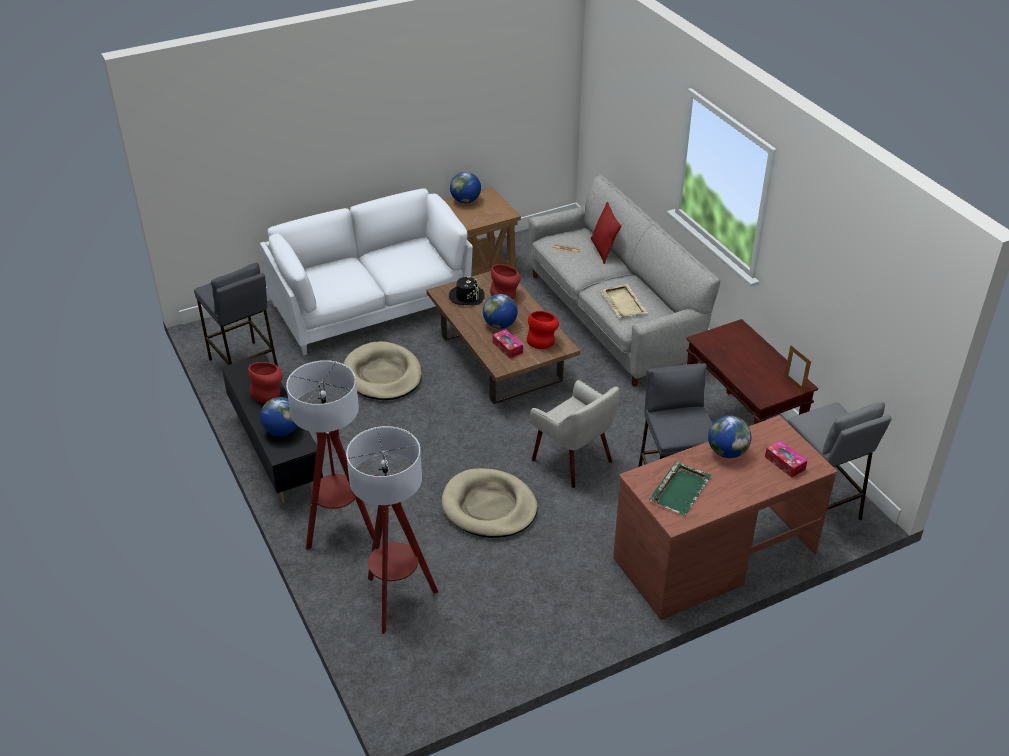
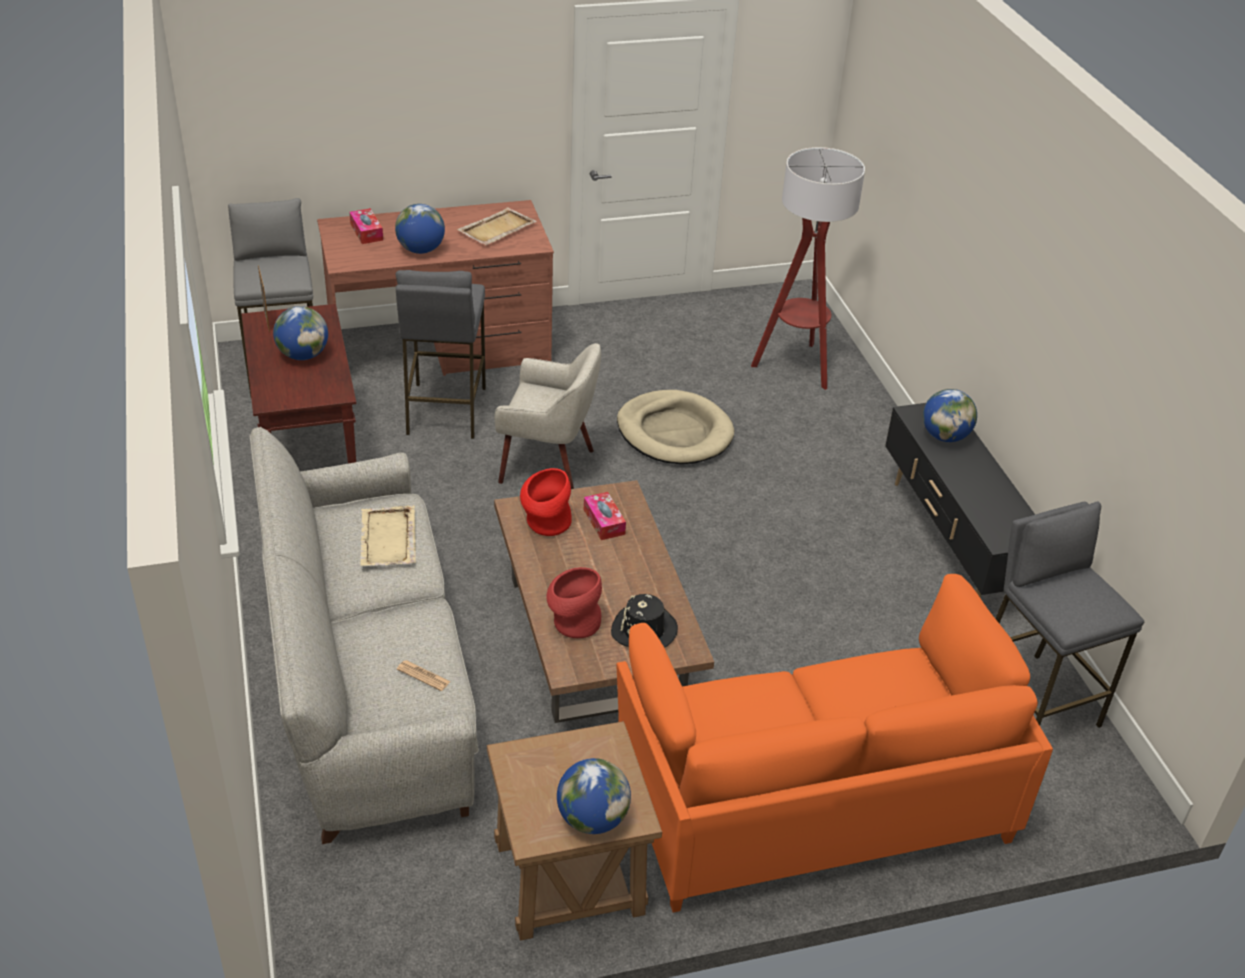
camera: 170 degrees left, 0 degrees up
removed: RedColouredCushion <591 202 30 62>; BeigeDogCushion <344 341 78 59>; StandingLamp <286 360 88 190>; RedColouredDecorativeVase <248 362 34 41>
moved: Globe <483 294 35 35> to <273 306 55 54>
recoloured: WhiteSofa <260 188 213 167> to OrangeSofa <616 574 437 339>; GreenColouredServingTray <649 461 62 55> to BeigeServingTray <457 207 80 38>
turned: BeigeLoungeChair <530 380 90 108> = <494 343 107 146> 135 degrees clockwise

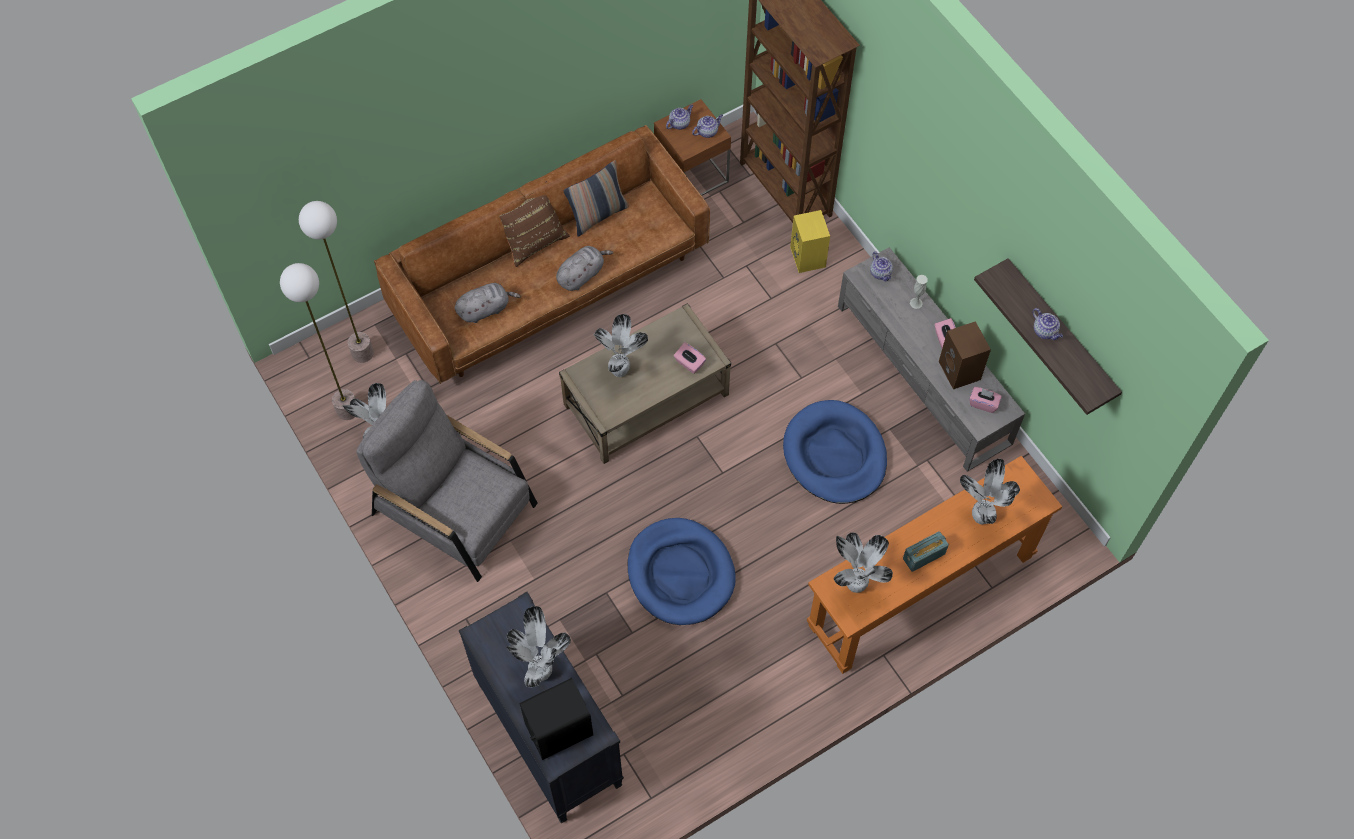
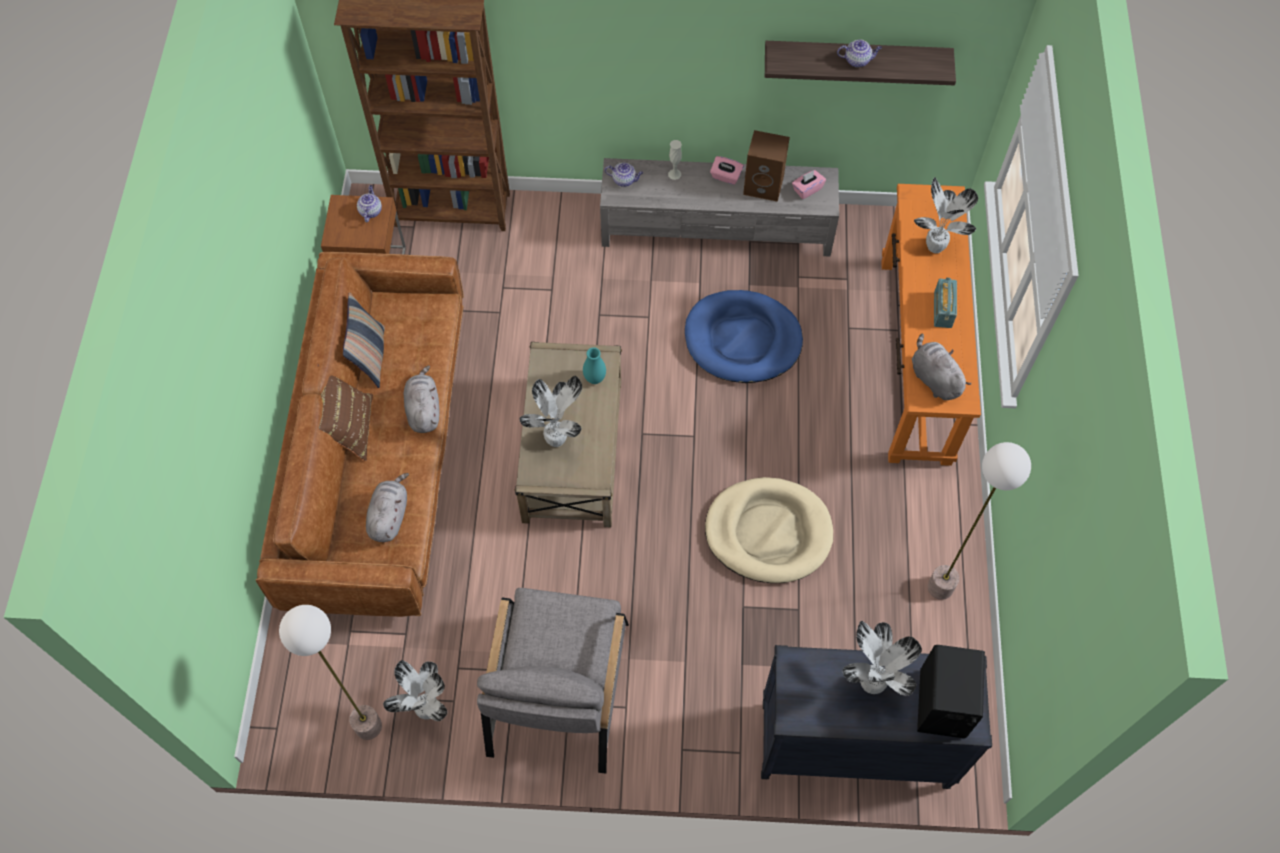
camera: 55 degrees left, 0 degrees up
removed: PotForTea <666 104 27 26>; YellowishAudioSpeaker <790 210 40 63>
moved: StandingLamp <299 201 75 162> to <928 442 103 158>
replaced: PinkBoxOfTissues <674 343 32 31> to TurquoiseColouredDecorativeVase <583 347 23 37>; Houseplant <834 532 59 61> to GreyPlushToy <912 334 59 66>
recoloured: BlueColouredDogCushion <628 518 107 107> to BeigeDogCushion <705 477 128 106>
turned: GreyLoungeChair <356 380 182 202> = <477 588 152 186> 60 degrees counterclockwise

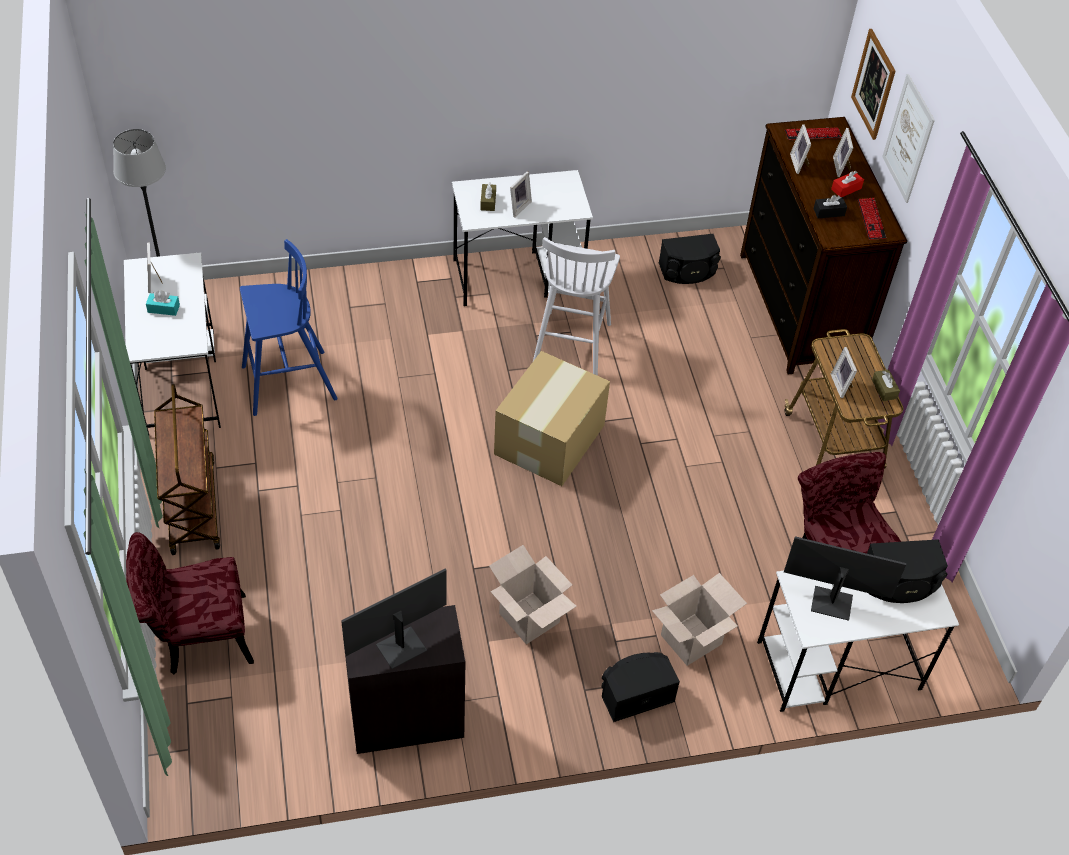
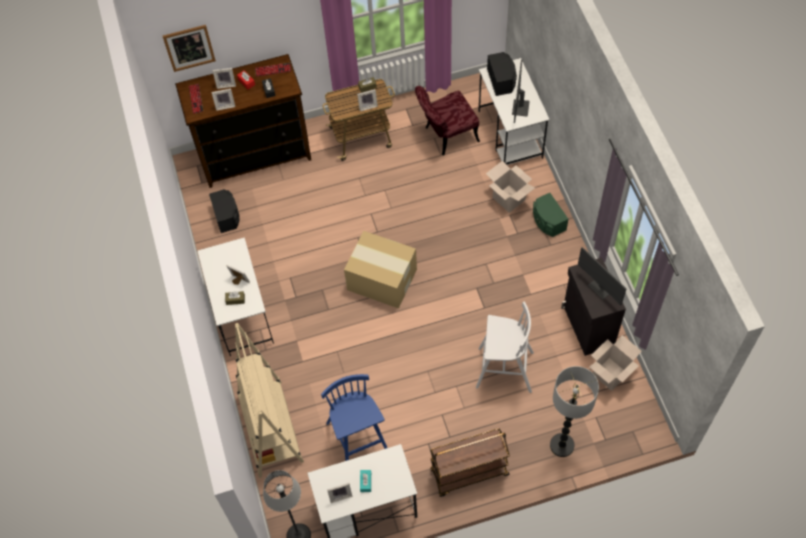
camera: 90 degrees left, 10 degrees up
removed: WallPicture <882 74 53 129>
added: BeigeBookshelf <235 323 69 155>
moved: WhiteStool <533 237 87 139> to <476 301 58 92>; CardboardBox <489 545 88 100> to <589 335 53 56>
replaced: RedColouredChair <126 532 128 142> to StandingLamp <550 366 49 91>
recoloured: BlackishAudioSpeaker <601 652 79 70> to GreenColouredAudioSpeaker <533 193 36 44>

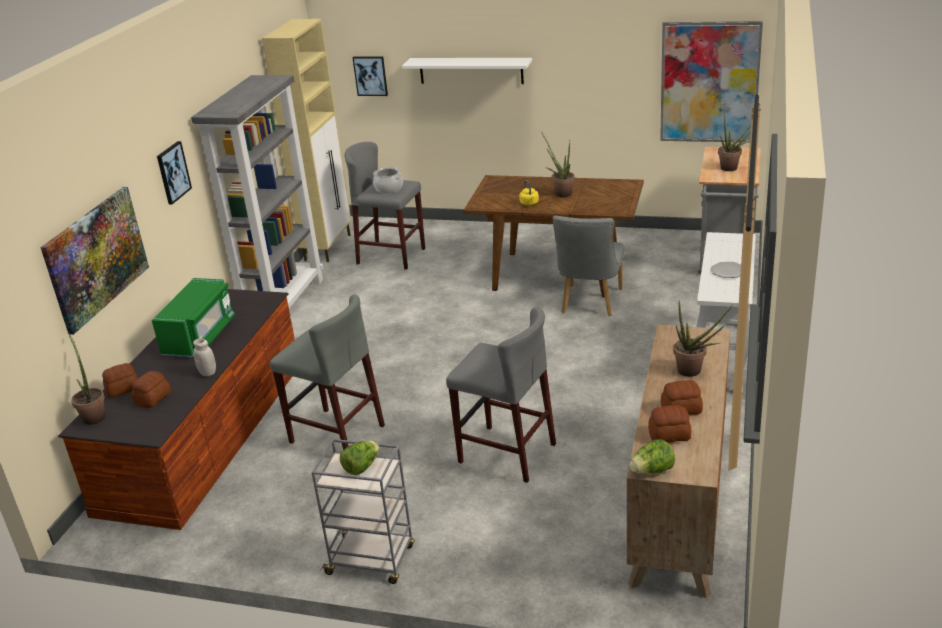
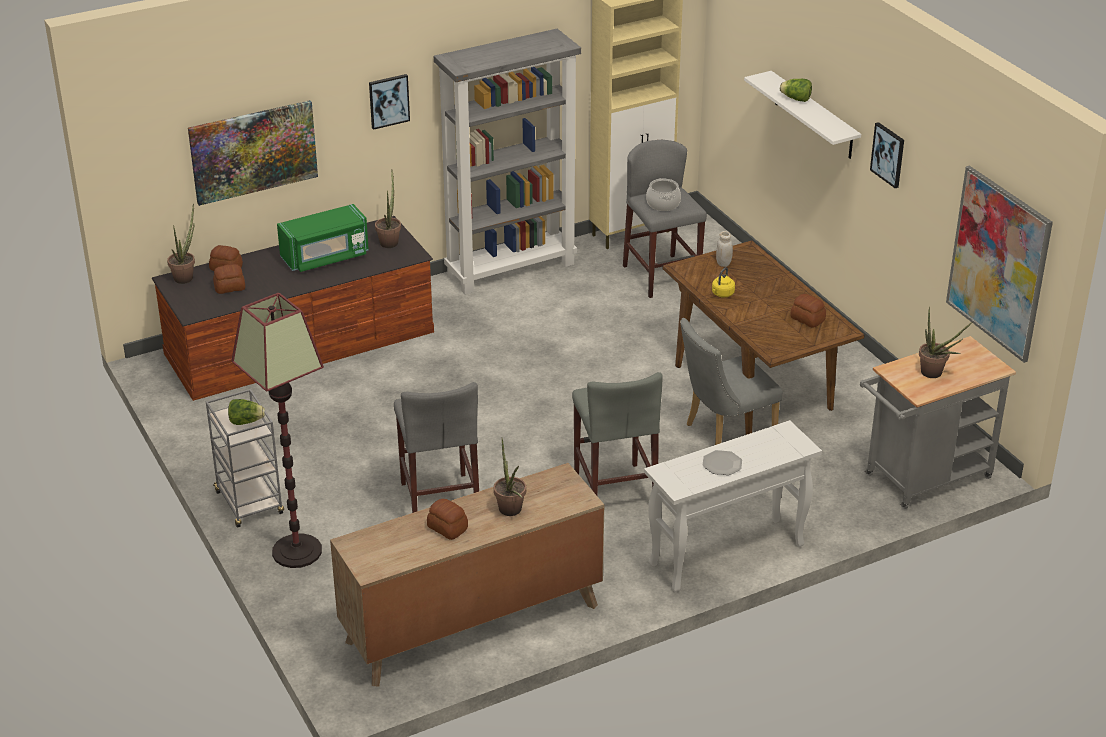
camera: 45 degrees right, 5 degrees up
added: StandingLamp <232 293 92 275>
moved: WallPicture <352 56 36 40> to <870 122 34 66>; Houseplant <542 133 33 65> to <375 170 26 78>; GreyStool <270 295 115 155> to <572 372 91 124>; WhiteStorageJar <193 339 23 37> to <716 231 17 36>; Bread <648 405 44 38> to <790 294 36 34>; LettuceHead <629 439 46 35> to <780 79 32 23>

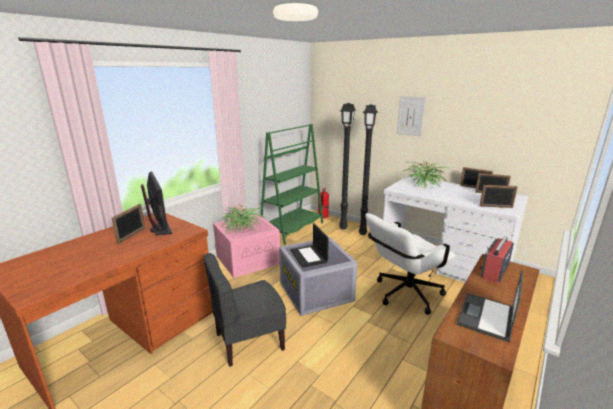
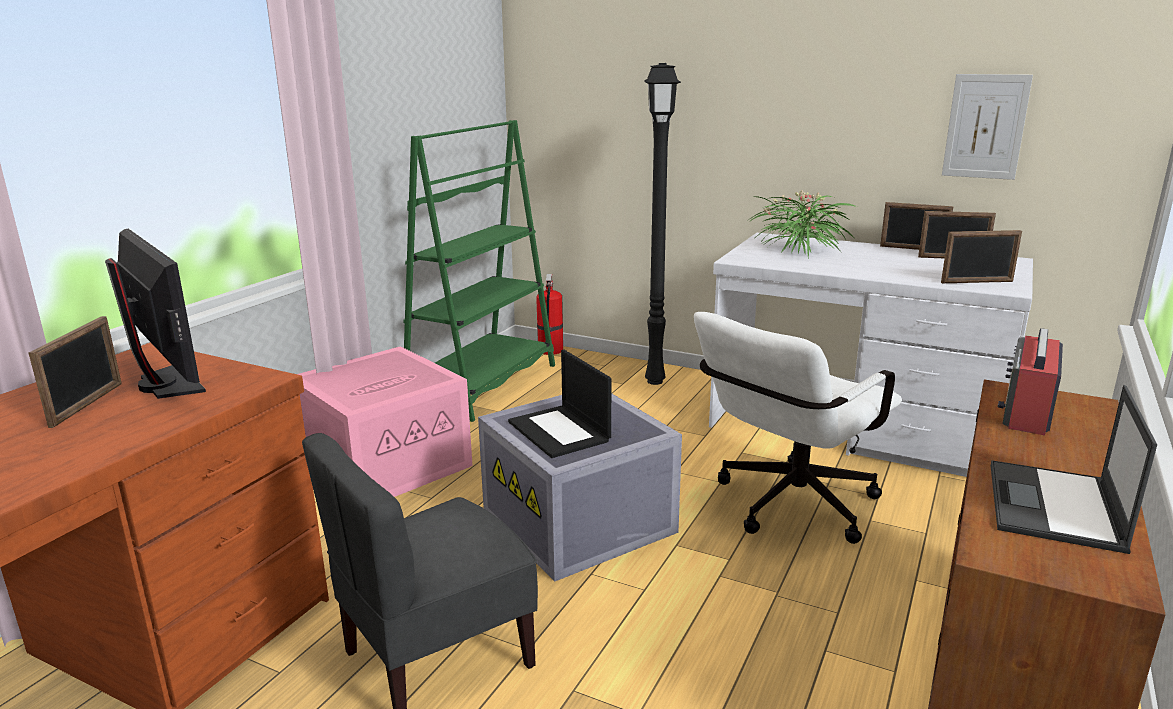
camera: 10 degrees left, 0 degrees up
removed: BlackishStandingLamp <339 103 17 127>; Houseplant <220 203 46 32>
moved: WallPicture <397 96 29 41> to <942 74 91 106>

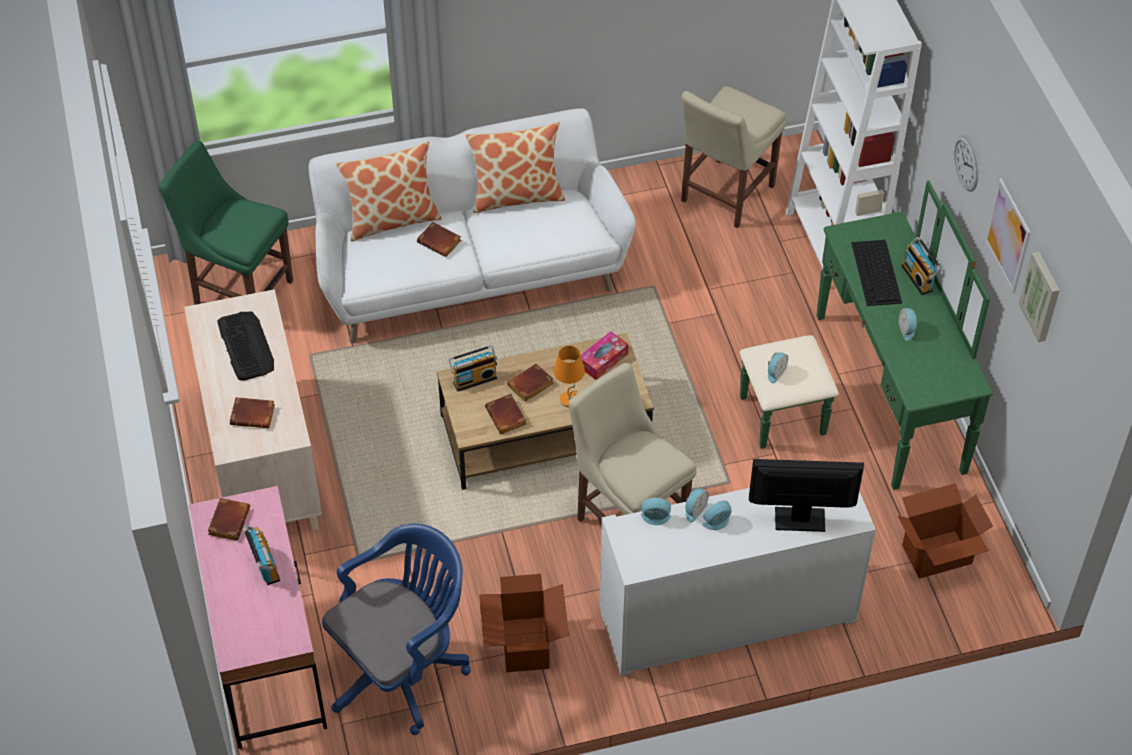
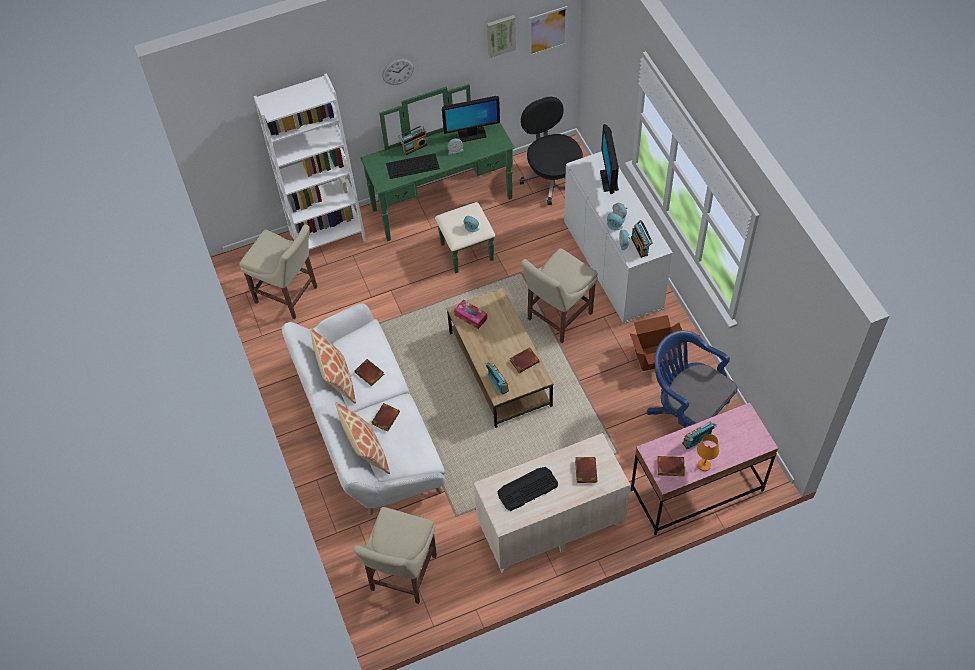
camera: 95 degrees left, 5 degrees up
added: ComputerScreen <442 96 58 46>; RadioSet <631 220 22 38>
moved: WallPicture <985 178 46 115> to <529 6 39 50>; OrangeTableLamp <554 346 31 61> to <697 434 22 37>; BrownColouredBook <507 364 47 38> to <354 359 30 27>
replaced: CardboardBox <898 483 95 96> to BlackishComputerChair <520 97 63 108>
recoloured: GreenColouredChair <159 141 134 164> to BeigeChair <353 507 84 97>

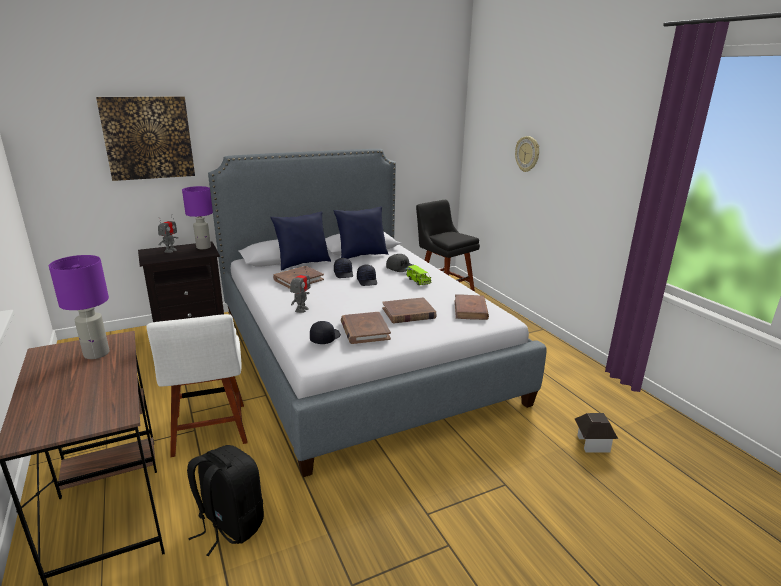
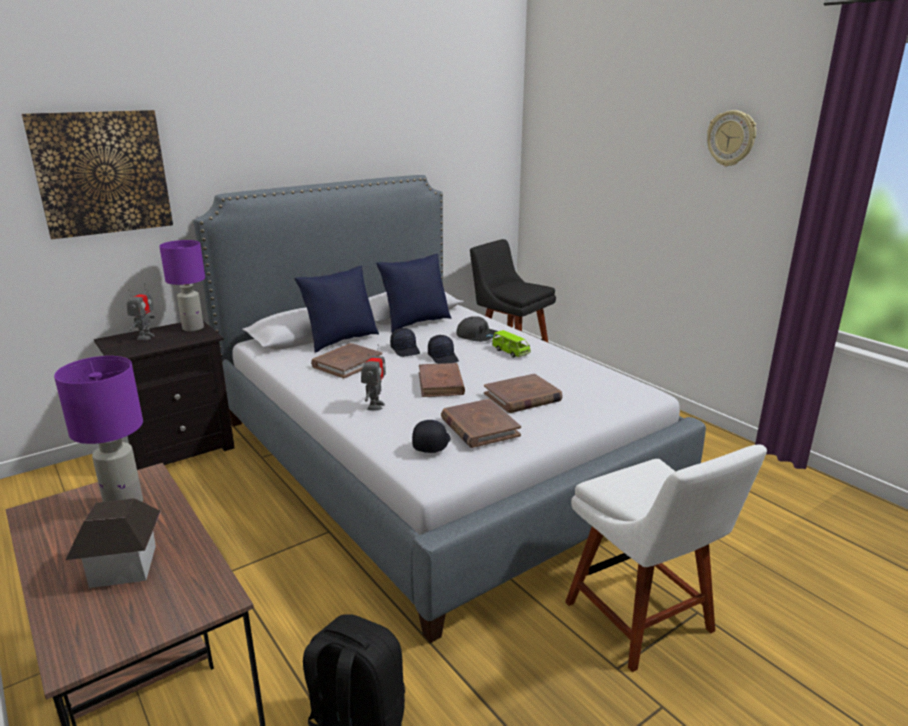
camera: 10 degrees left, 0 degrees up
moved: HangingClock <515 136 24 36> to <707 110 49 57>; BrownColouredBook <455 294 34 26> to <419 363 46 34>; WhiteChair <146 314 102 143> to <565 444 202 228>; MiniatureHouse <575 413 43 39> to <65 498 96 90>

